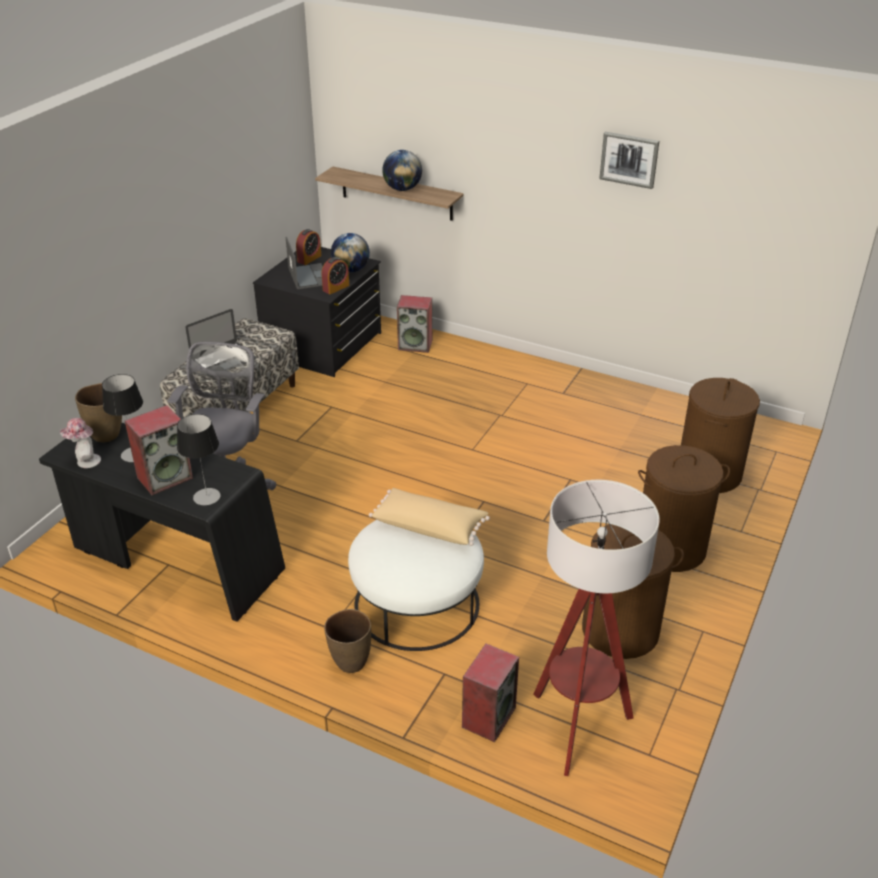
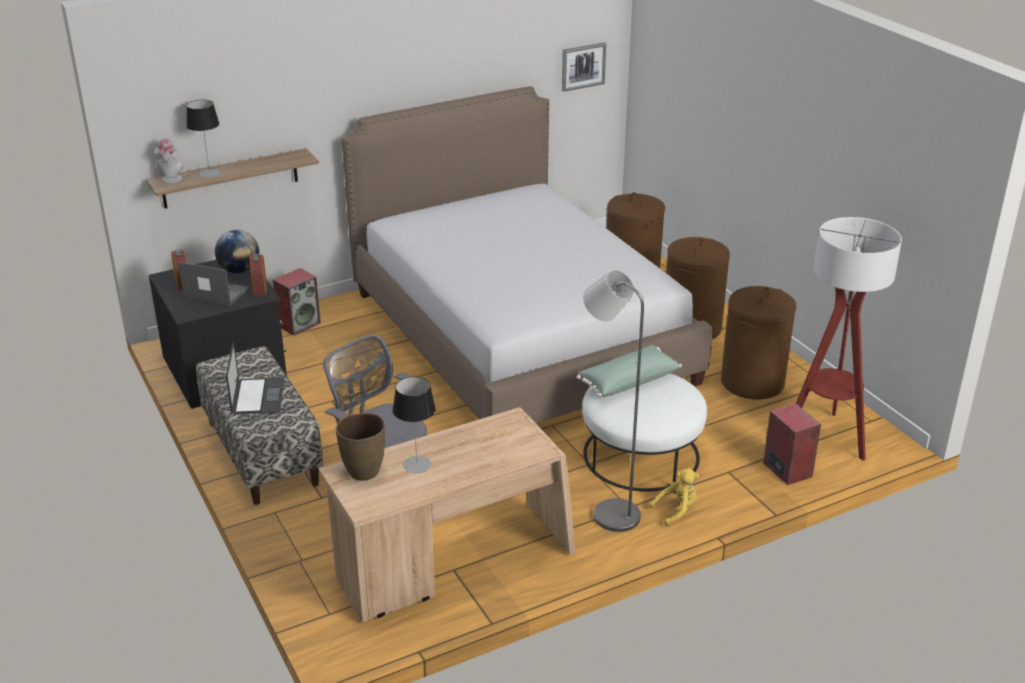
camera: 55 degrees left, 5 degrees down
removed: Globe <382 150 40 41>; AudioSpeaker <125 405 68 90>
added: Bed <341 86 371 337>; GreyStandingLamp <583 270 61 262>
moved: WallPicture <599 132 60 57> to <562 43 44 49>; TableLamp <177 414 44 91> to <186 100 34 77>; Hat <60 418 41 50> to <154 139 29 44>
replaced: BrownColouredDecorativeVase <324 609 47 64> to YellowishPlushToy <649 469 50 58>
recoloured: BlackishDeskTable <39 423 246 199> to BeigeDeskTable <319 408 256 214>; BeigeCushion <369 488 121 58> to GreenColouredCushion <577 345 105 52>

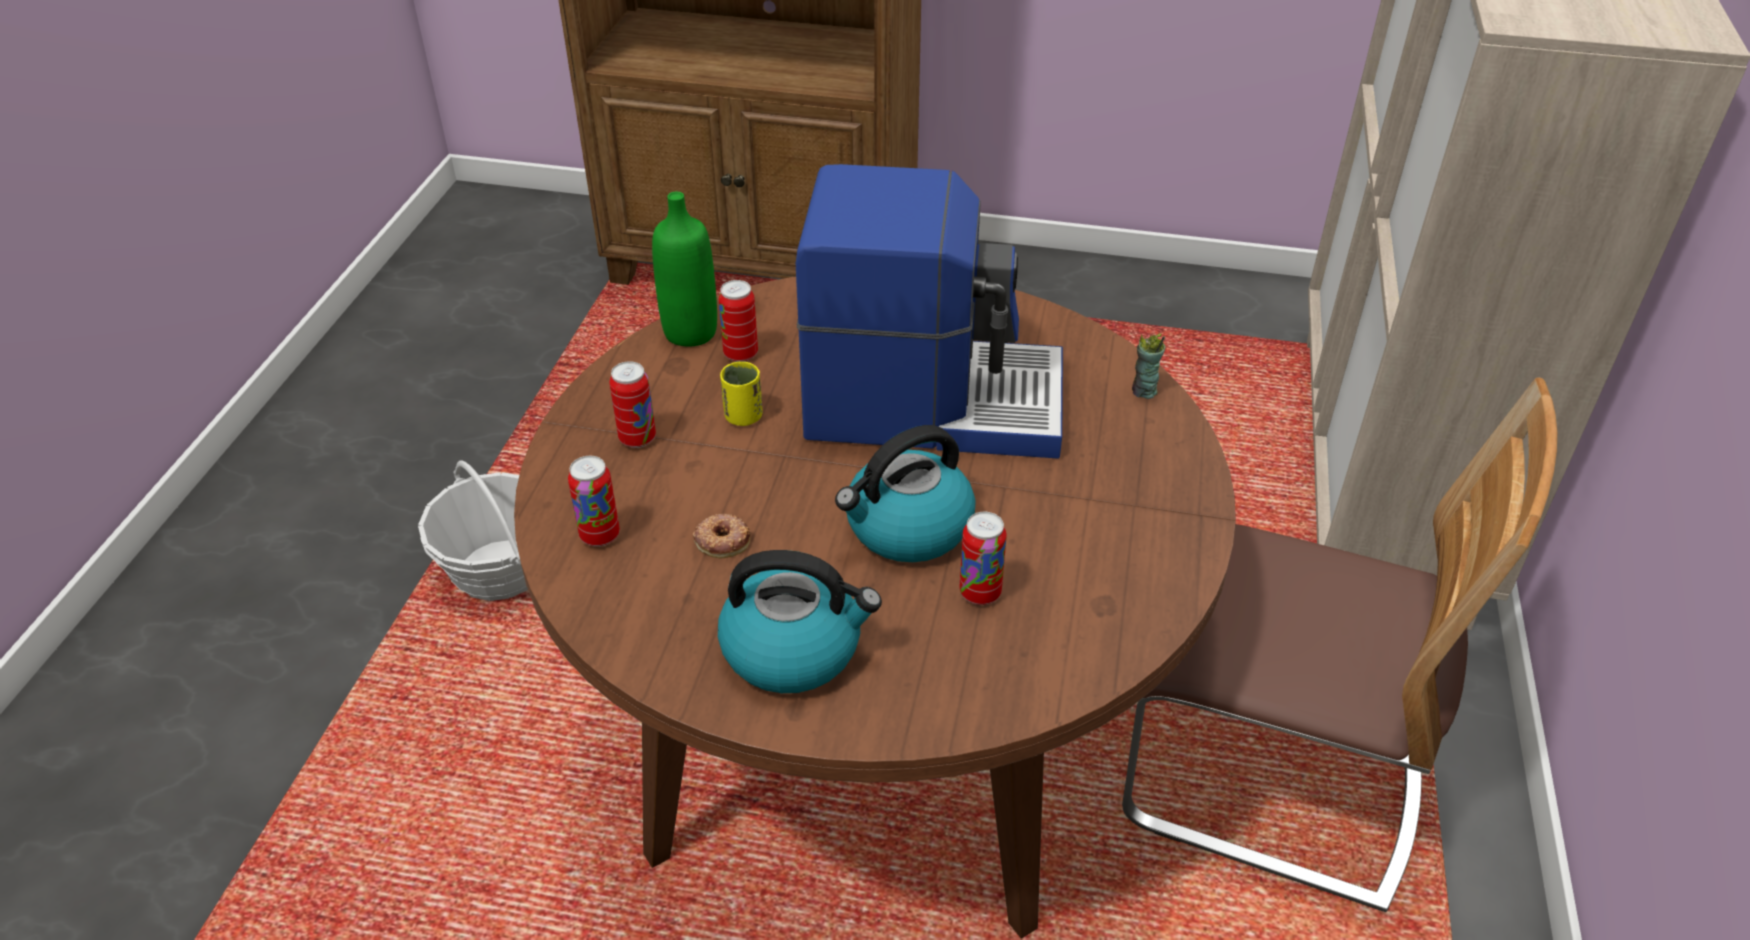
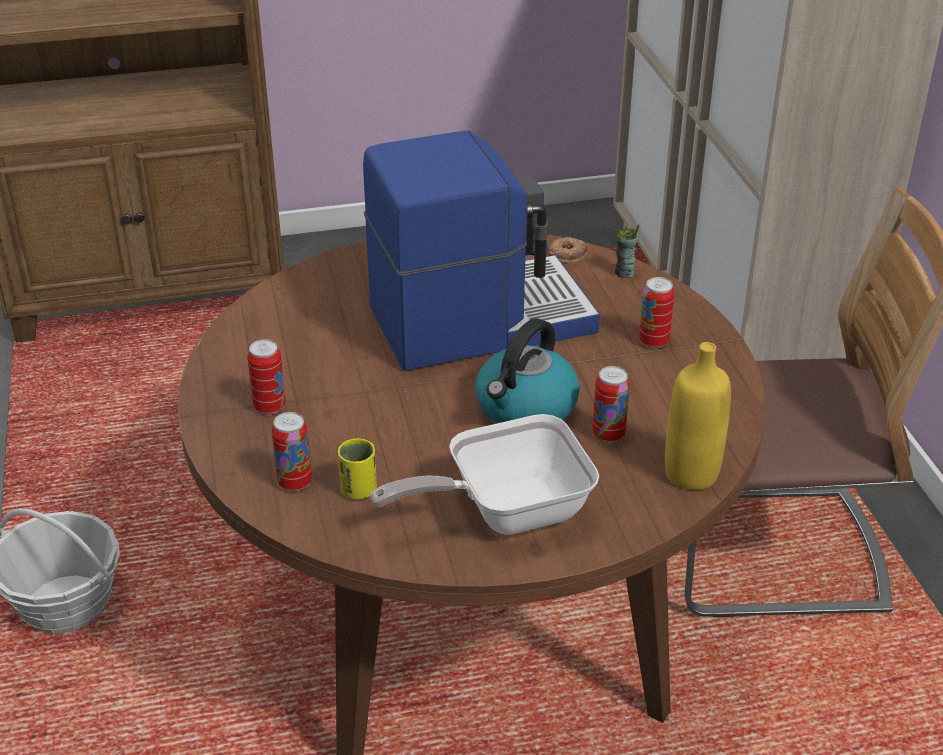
camera: 25 degrees left, 5 degrees down
removed: GreenColouredBottle <652 192 65 155>
added: YellowishBottle <665 342 66 148>
moved: SealedCan <718 280 40 82> to <639 277 35 72>; YellowishCup <720 362 43 64> to <338 438 39 61>; RingDoughnut <693 513 58 45> to <548 236 39 27>
replaced: Kettle <718 550 164 143> to FryingPan <370 414 229 121>

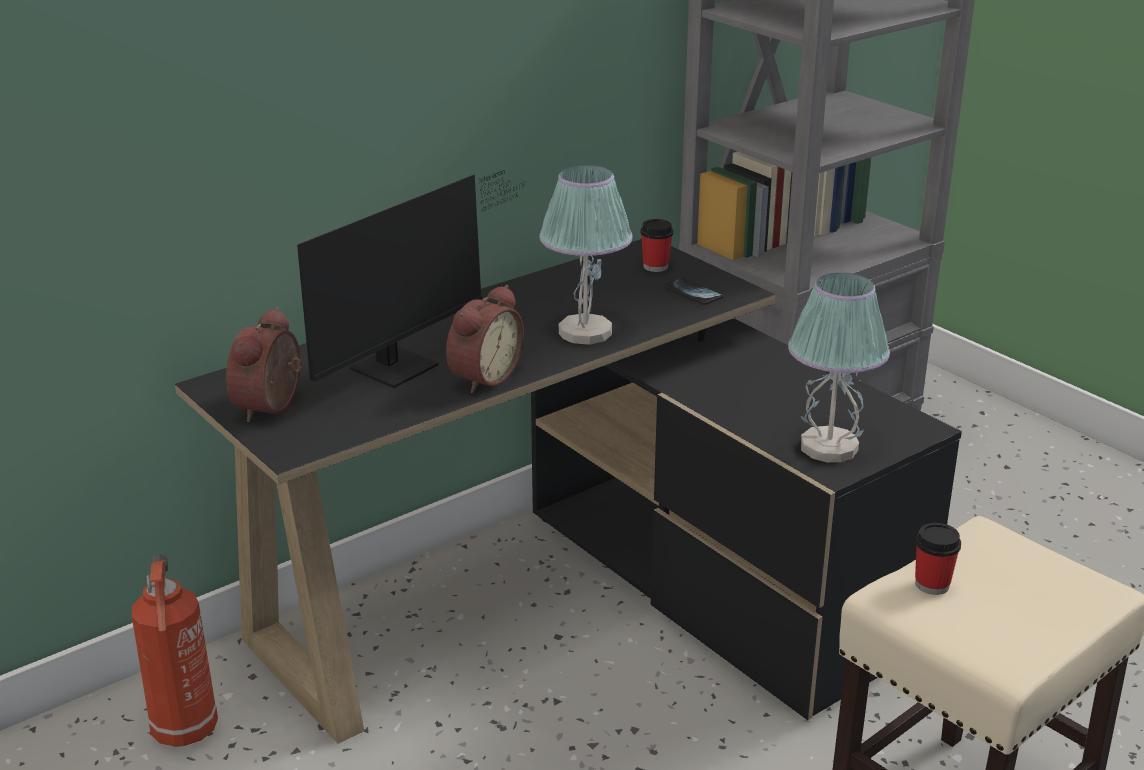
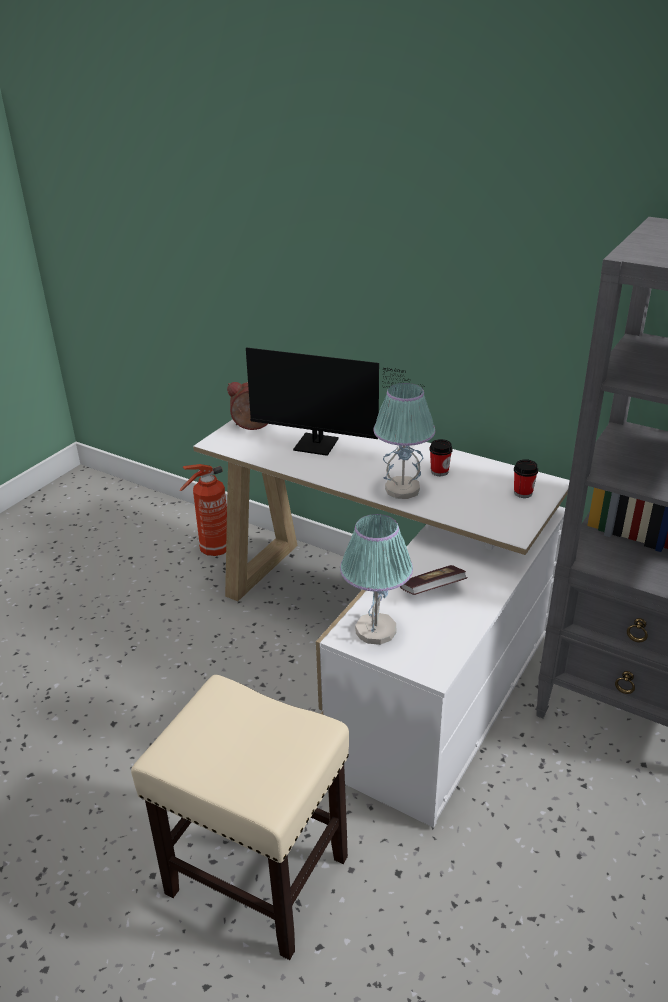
camera: 70 degrees right, 5 degrees up
removed: Telephone <663 277 60 28>; TableClock <446 285 78 108>
added: Book <400 565 67 30>
moved: Cup <915 523 46 72> to <429 439 24 37>
recoloured: BlackishDeskTable <175 239 787 505> to WhiteDeskTable <193 419 377 409>

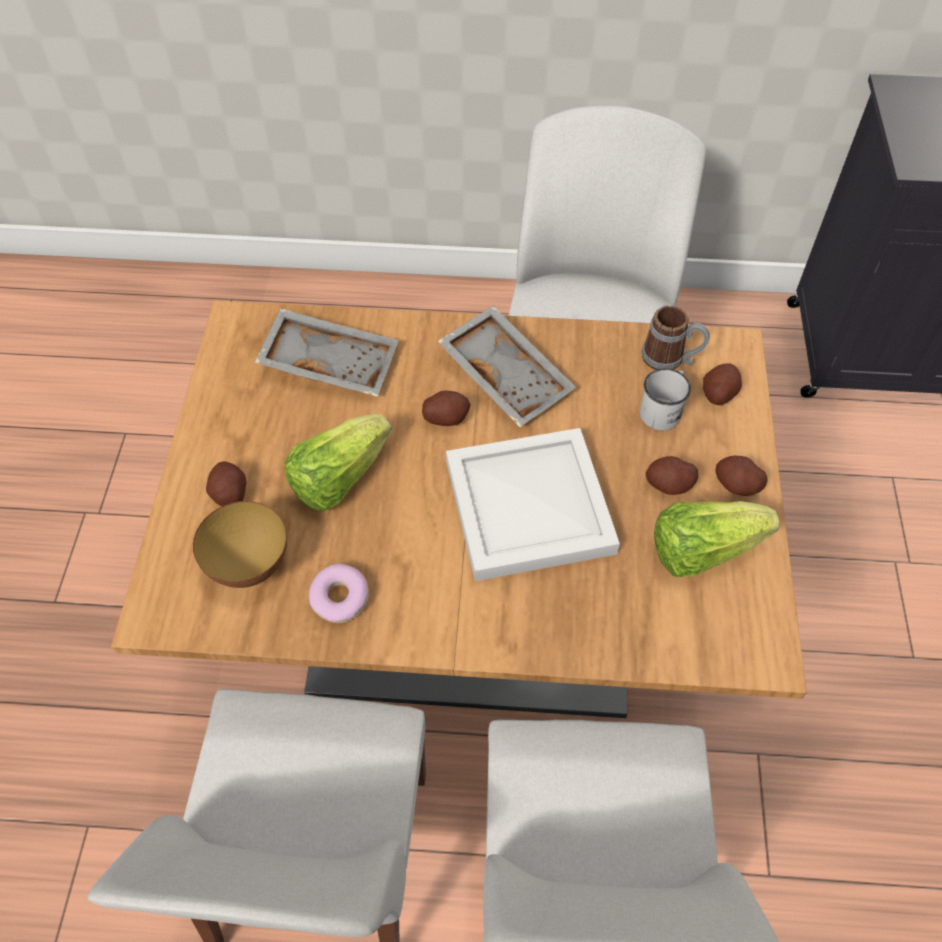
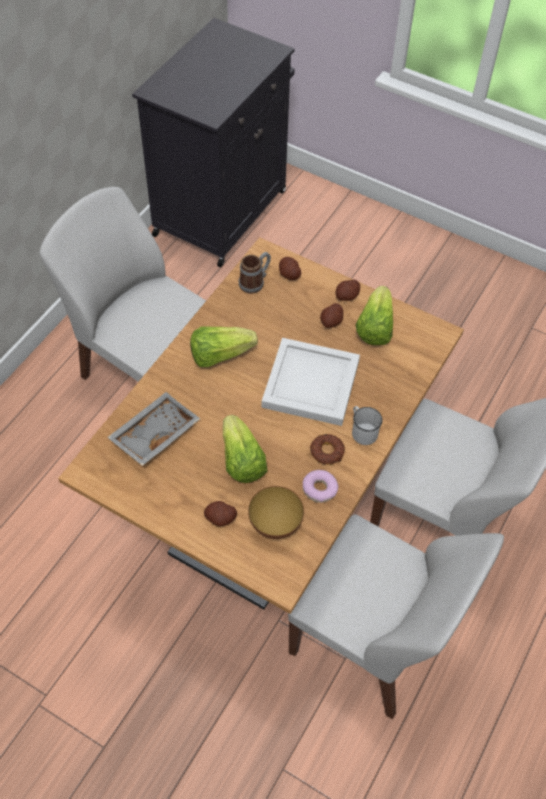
camera: 65 degrees left, 0 degrees up
removed: Potato <422 391 49 35>
added: RingDoughnut <310 434 35 30>
moved: WhiteCoffeeMug <640 368 51 62> to <352 406 30 39>
replaced: GreyServingTray <438 305 138 122> to LettuceHead <190 327 68 40>

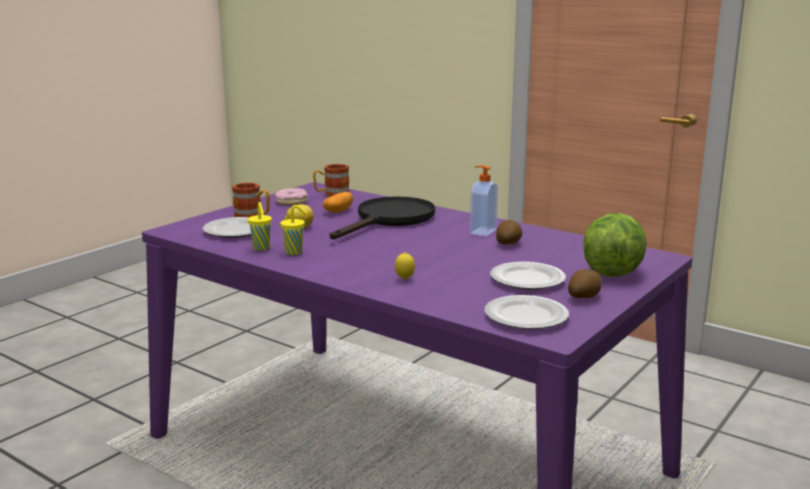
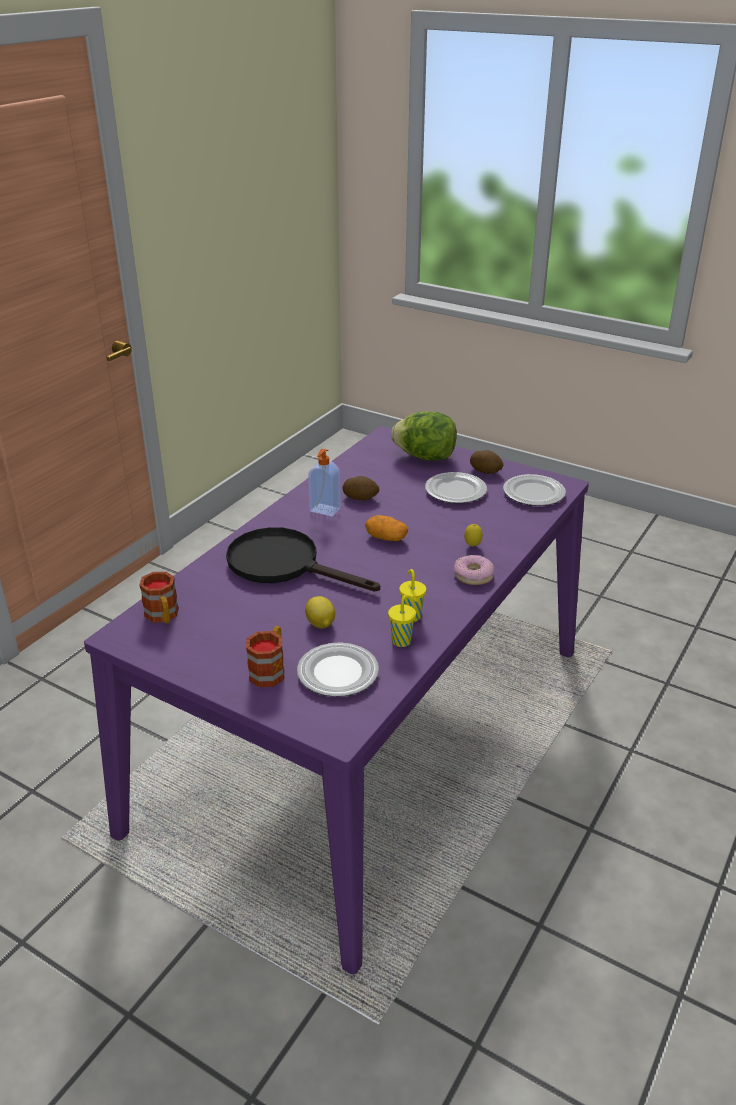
camera: 95 degrees left, 15 degrees up
moved: RingDoughnut <275 188 32 17> to <454 555 40 30>; Potato <323 192 30 20> to <365 515 43 26>

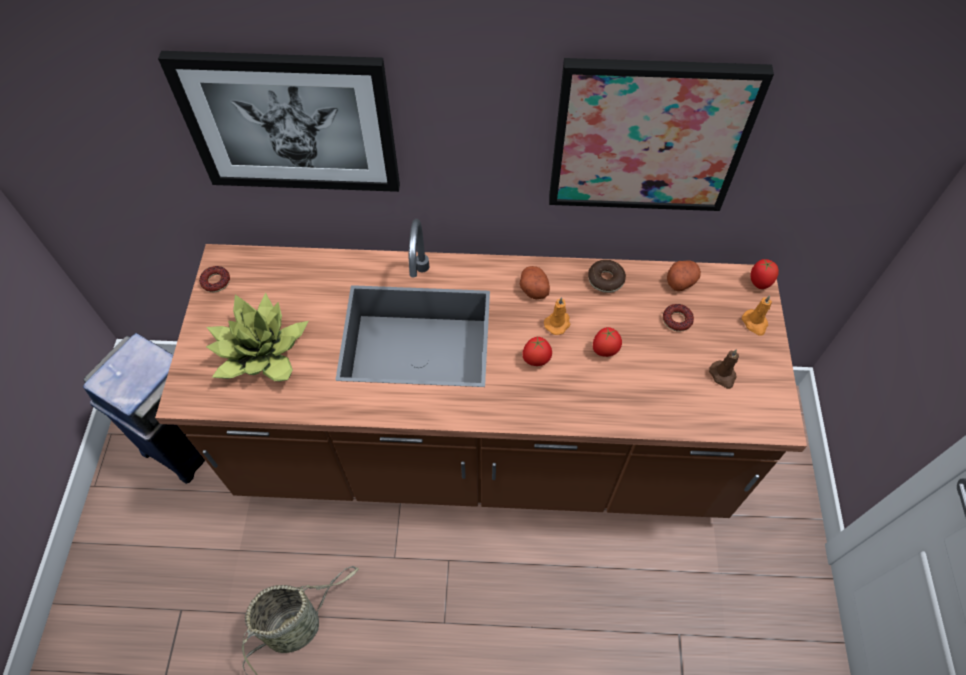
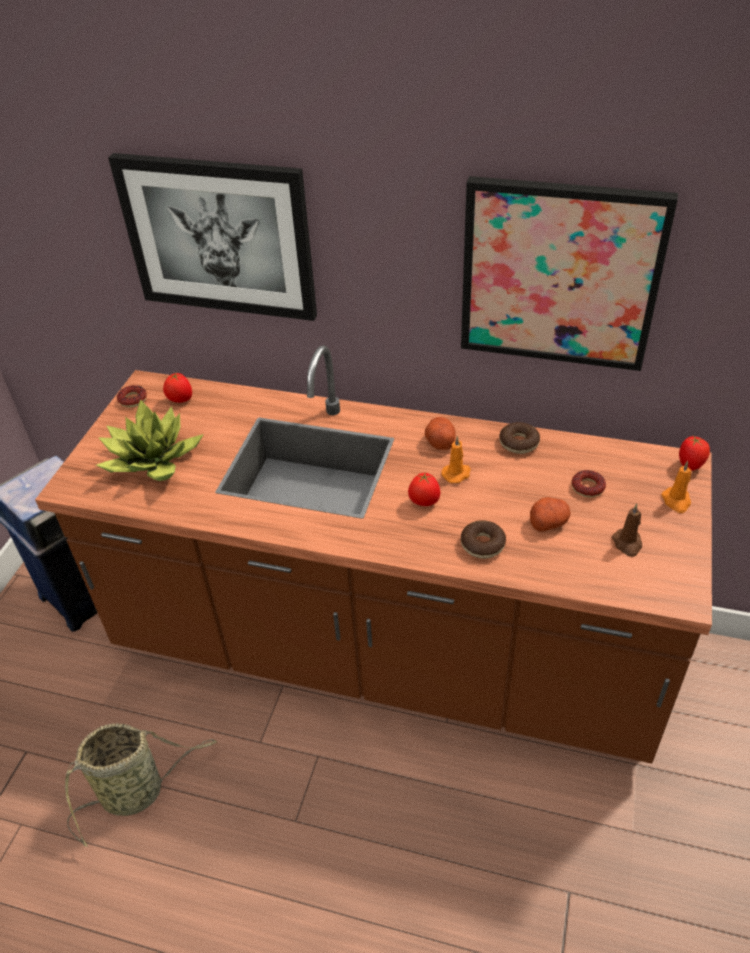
camera: 15 degrees right, 15 degrees down
added: RingDoughnut <461 520 45 39>
moved: Potato <667 260 34 31> to <530 497 40 34>; Tomato <593 327 29 30> to <163 373 29 30>

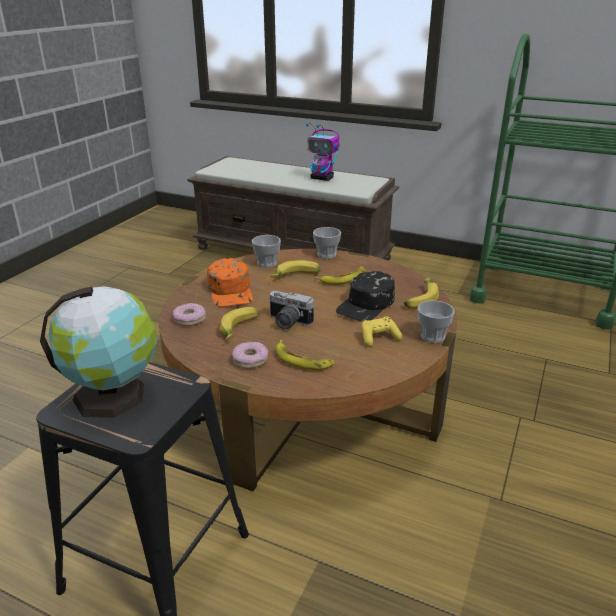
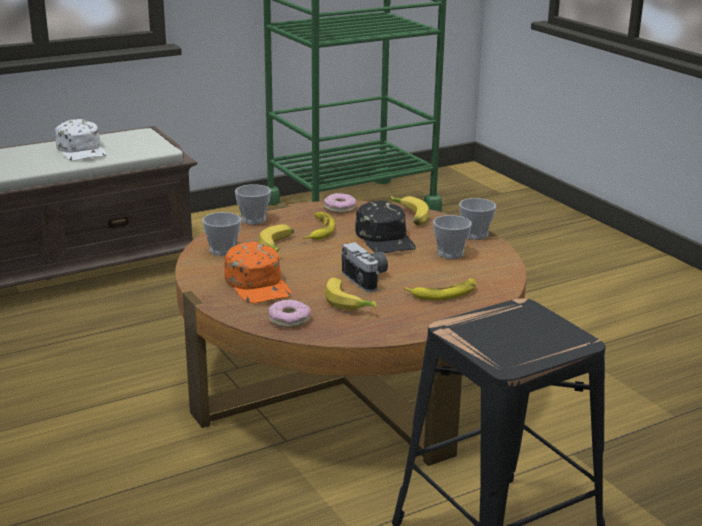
camera: 55 degrees left, 5 degrees down
removed: Globe <40 286 117 132>
moved: RingDoughnut <232 342 36 27> to <324 193 32 20>
replaced: ModelRobot <306 123 33 58> to WhiteCap <55 119 52 42>; YellowishGameController <362 316 40 31> to Cup <433 215 39 44>
turned: OrangeCap <207 258 46 49> = <224 242 68 61> 45 degrees clockwise; PhotoCamera <268 291 46 38> = <341 242 47 50> 90 degrees counterclockwise

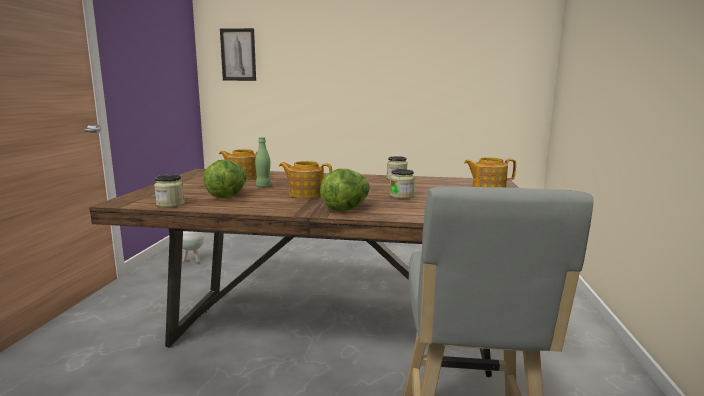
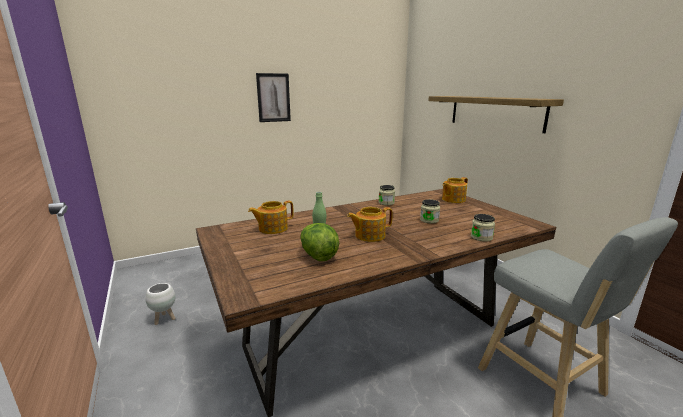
camera: 35 degrees left, 5 degrees up
removed: LettuceHead <320 169 50 42>
added: BracketShelf <428 96 136 37>
moved: WallPicture <220 28 36 53> to <256 73 35 49>; StorageJar <154 175 31 32> to <471 214 24 28>

